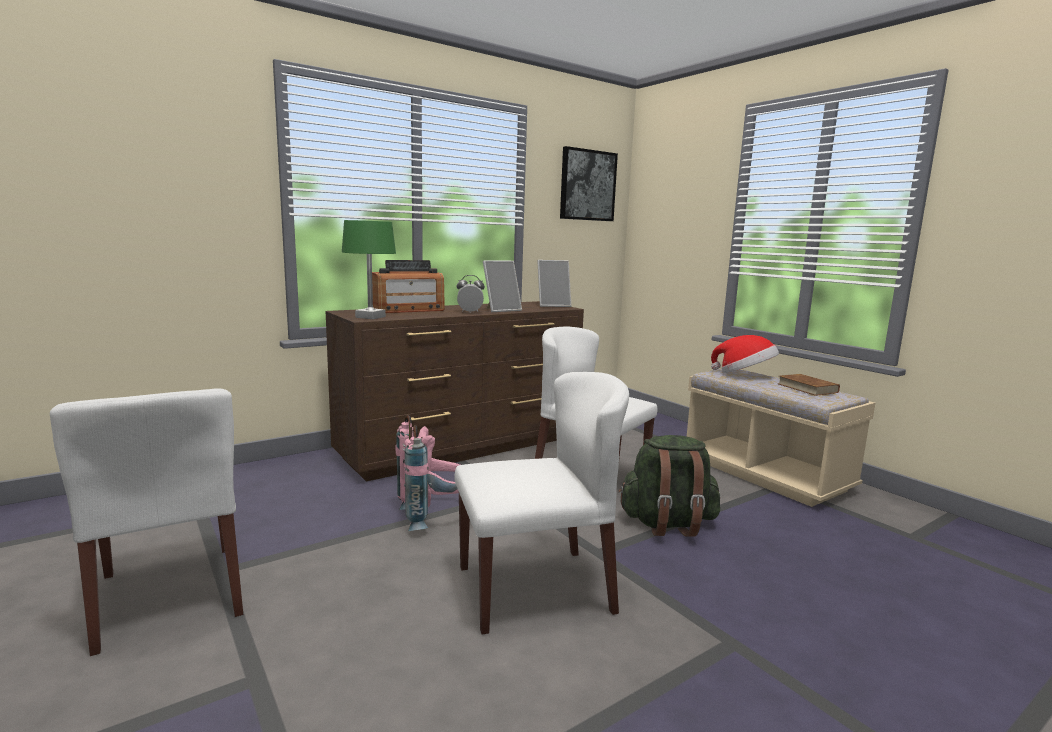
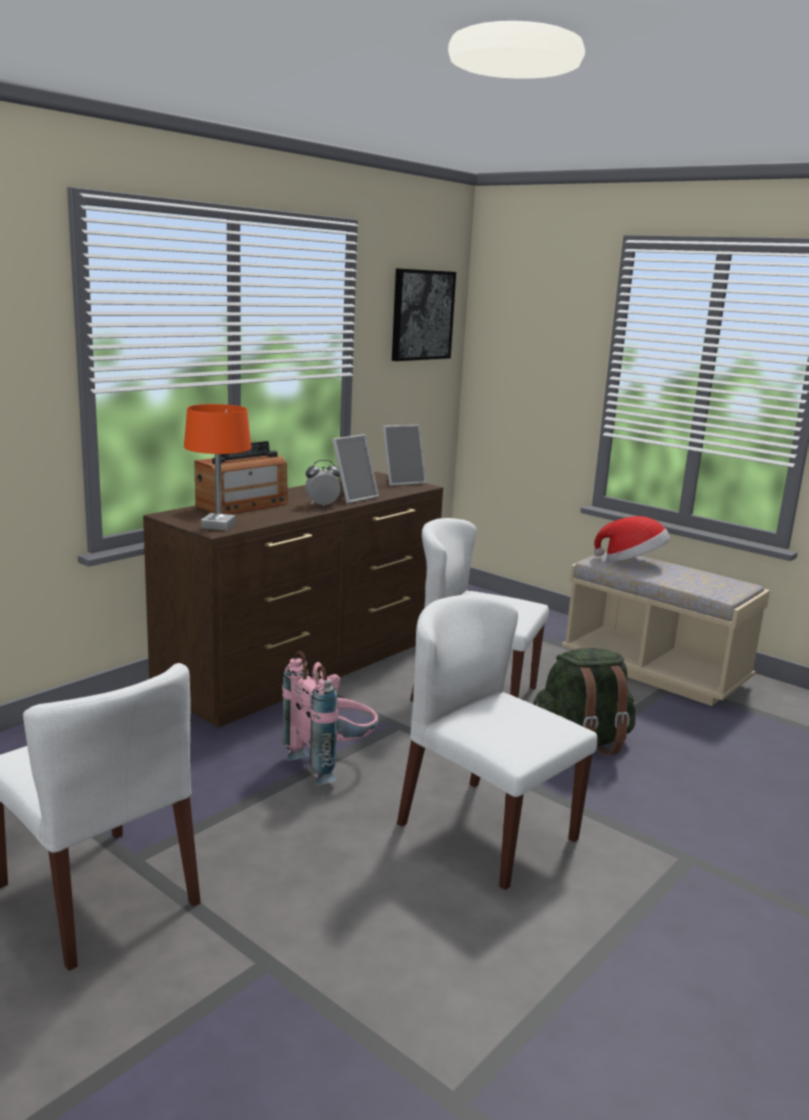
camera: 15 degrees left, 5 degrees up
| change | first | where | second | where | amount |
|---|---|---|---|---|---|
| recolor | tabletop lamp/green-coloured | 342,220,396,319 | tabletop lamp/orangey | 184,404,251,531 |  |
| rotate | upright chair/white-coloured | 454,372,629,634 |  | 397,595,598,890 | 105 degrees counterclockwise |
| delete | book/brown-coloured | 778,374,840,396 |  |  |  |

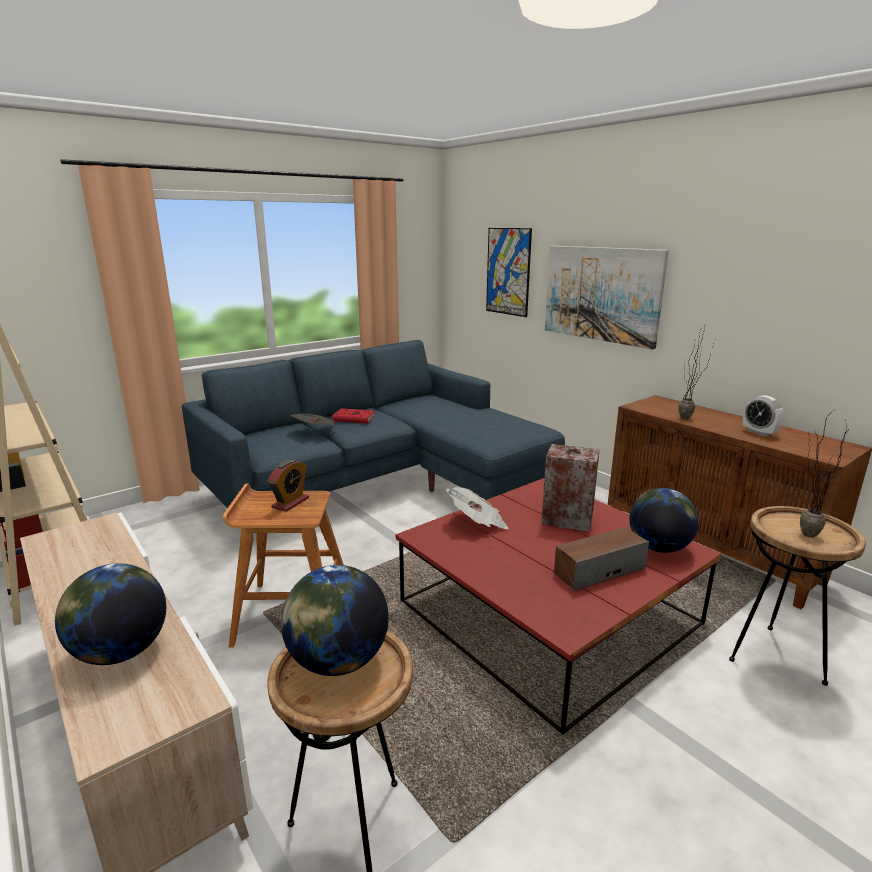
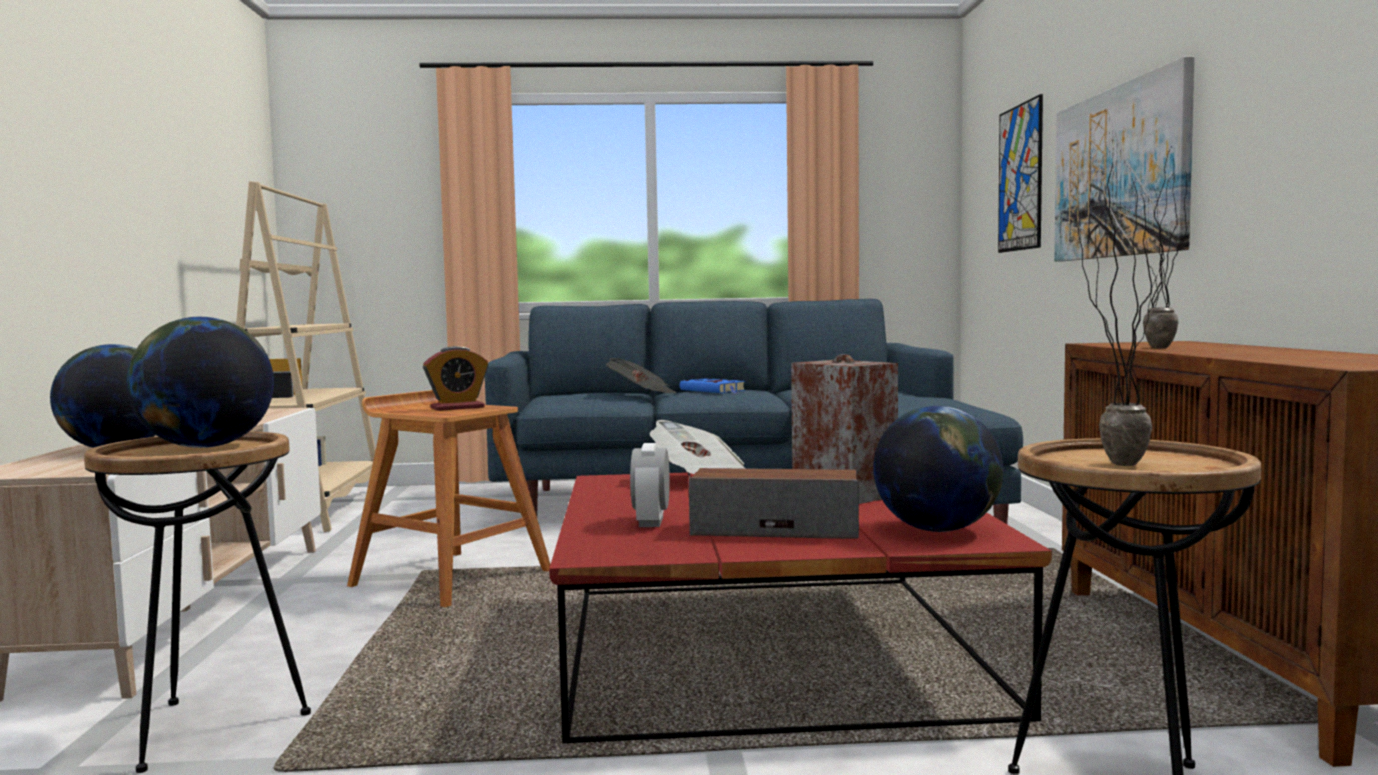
camera: 35 degrees right, 15 degrees down
| change | first | where | second | where | amount |
|---|---|---|---|---|---|
| recolor | book/red-coloured | 332,408,378,423 | book/bluish | 680,378,745,393 |  |
| move | bedside clock | 743,395,784,437 |  | 630,443,670,527 |  |

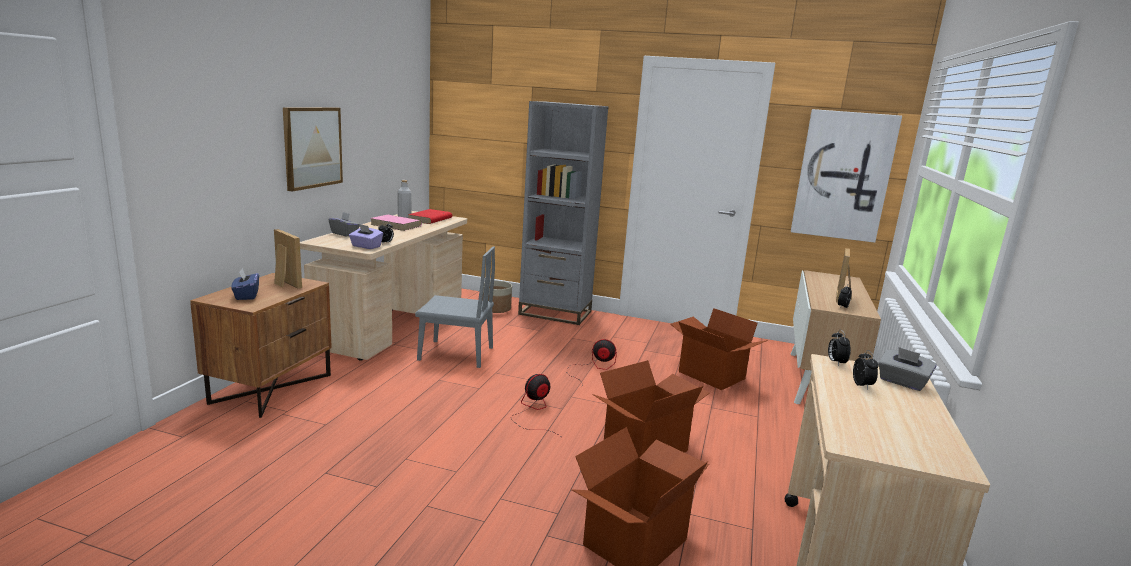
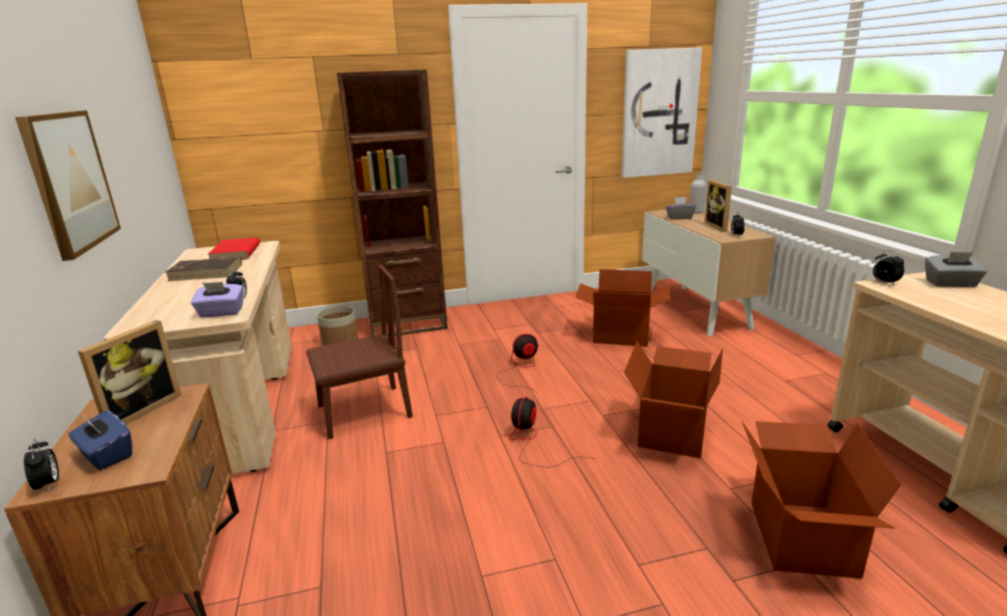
camera: 30 degrees left, 5 degrees up
| change | first | where | second | where | amount |
|---|---|---|---|---|---|
| rotate | photo frame | 274,229,302,289 |  | 78,320,181,425 | 105 degrees clockwise |
| move | box of tissues/gray | 329,212,359,237 |  | 666,197,696,220 |  |
| recolor | book/pink-coloured | 370,215,422,231 | book/brown-coloured | 166,257,242,281 |  |
| move | beverage bottle/gray | 398,180,411,218 |  | 690,172,706,214 |  |
| recolor | upright chair/gray | 415,246,495,368 | upright chair/brown-coloured | 306,265,413,439 |  |
| recolor | bookshelf/gray | 518,101,609,325 | bookshelf/brown-coloured | 337,70,448,336 |  |
| move | bedside clock | 853,350,879,390 |  | 24,439,59,491 |  |

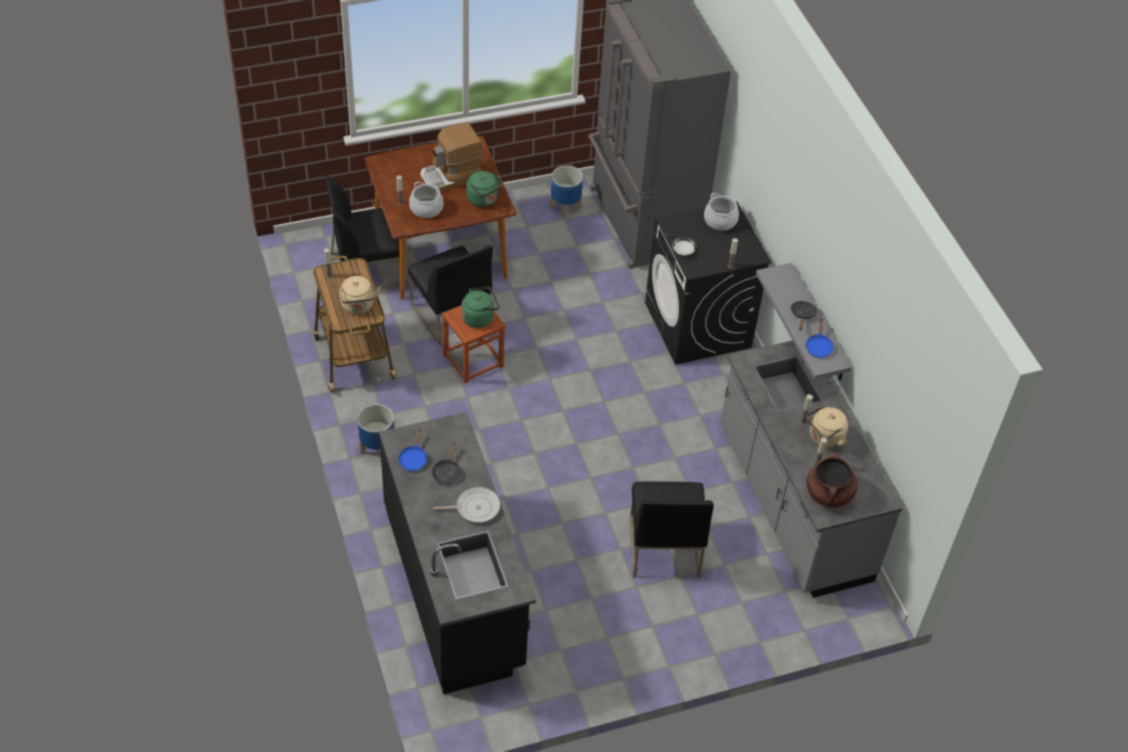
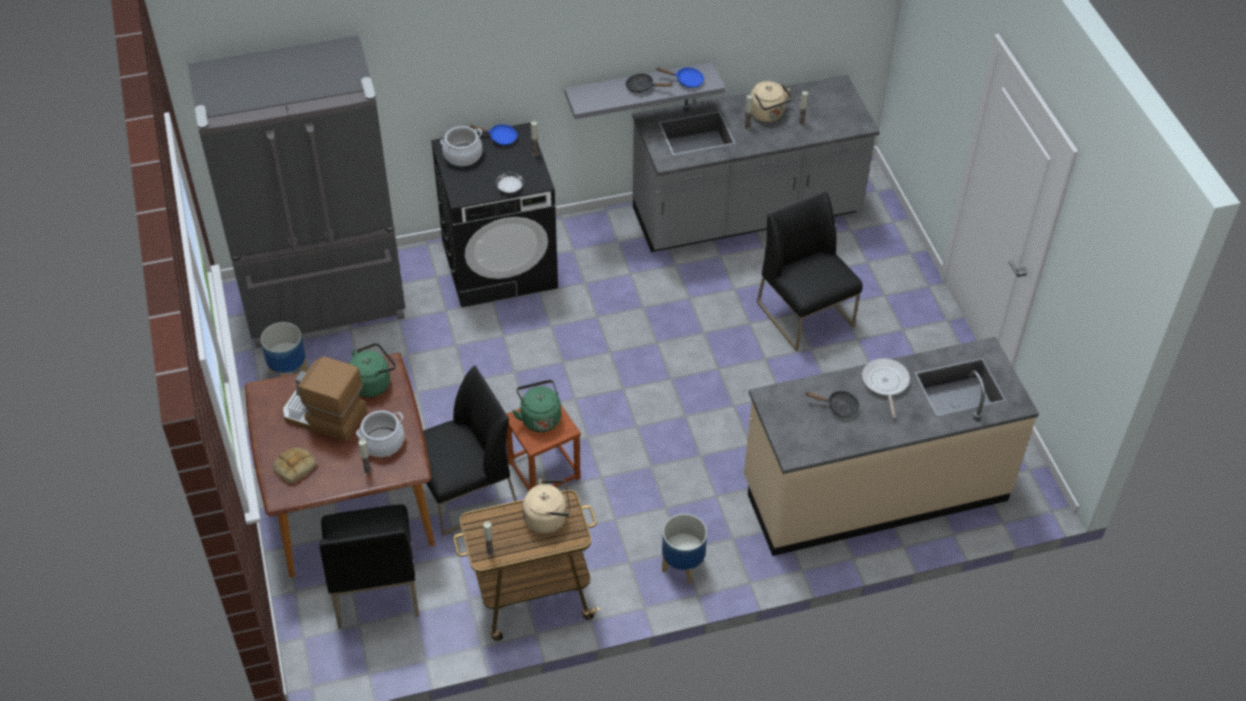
camera: 85 degrees left, 0 degrees up
| change | first | where | second | where | amount |
|---|---|---|---|---|---|
| recolor | counter/black-coloured | 379,412,536,694 | counter/sand-coloured | 744,337,1039,556 |  |
| move | pan/bluish | 398,428,427,471 |  | 470,124,518,145 |  |
| rotate | coffee maker | 420,122,483,192 |  | 283,356,367,442 | 135 degrees clockwise |
| rotate | upright chair/black-coloured | 630,482,714,578 |  | 757,192,863,351 | 120 degrees counterclockwise |
| delete | saucepot/brown-coloured | 807,453,858,508 |  |  |  |
| insert |  |  | baked bread | 273,448,317,484 |  |

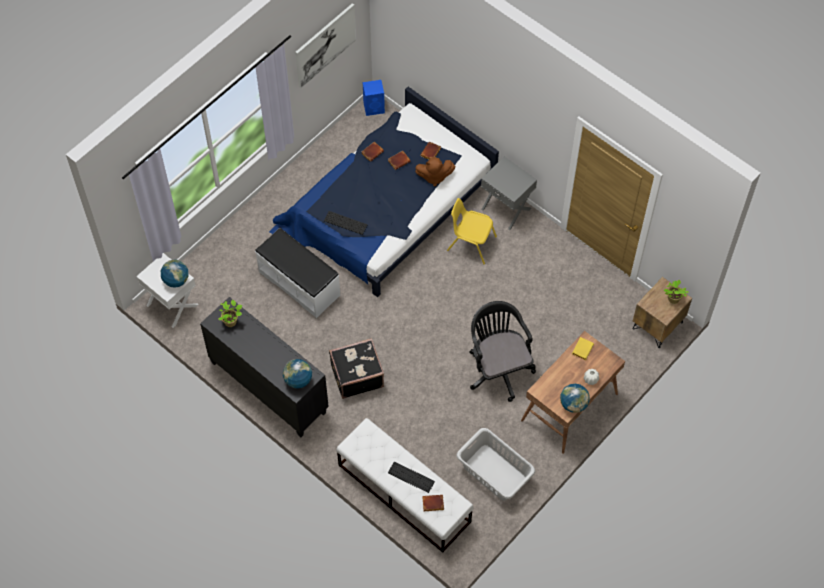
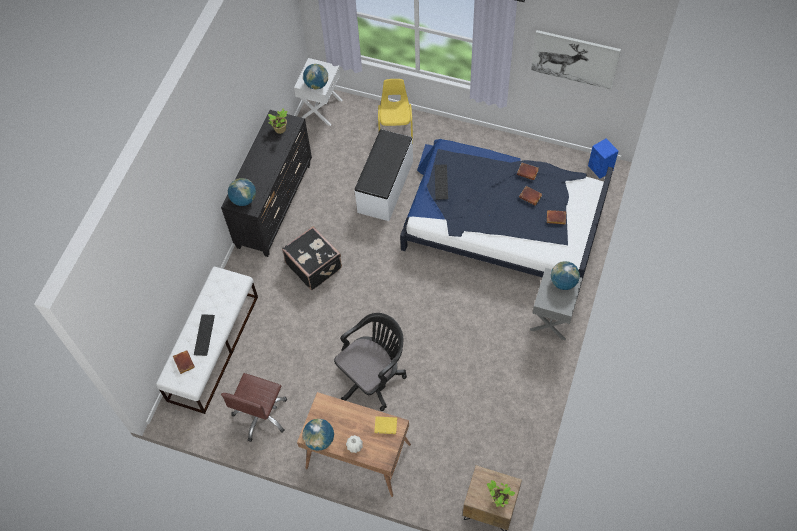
camera: 70 degrees right, 0 degrees up
| change | first | where | second | where | amount |
|---|---|---|---|---|---|
| delete | soft toy/brown-coloured | 415,157,455,186 |  |  |  |
| move | upright chair/yellowish | 447,198,497,265 |  | 378,79,413,139 |  |
| replace | laundry basket/gray | 456,428,535,501 | desk chair/brown-coloured | 221,373,287,442 |  |
| insert |  |  | desk globe | 551,261,580,290 |  |

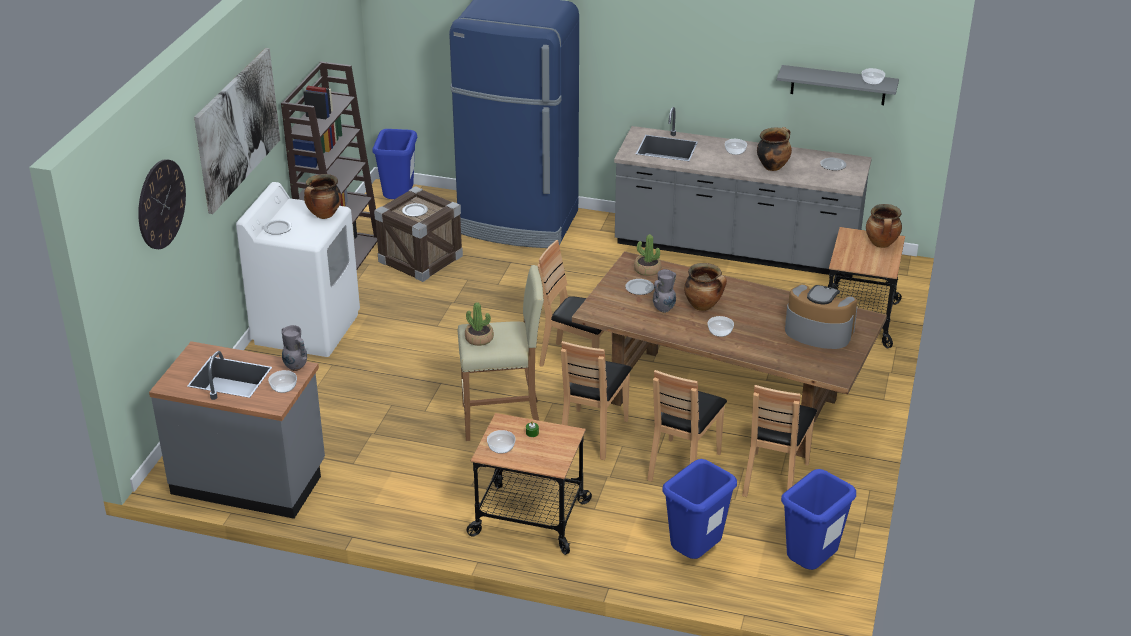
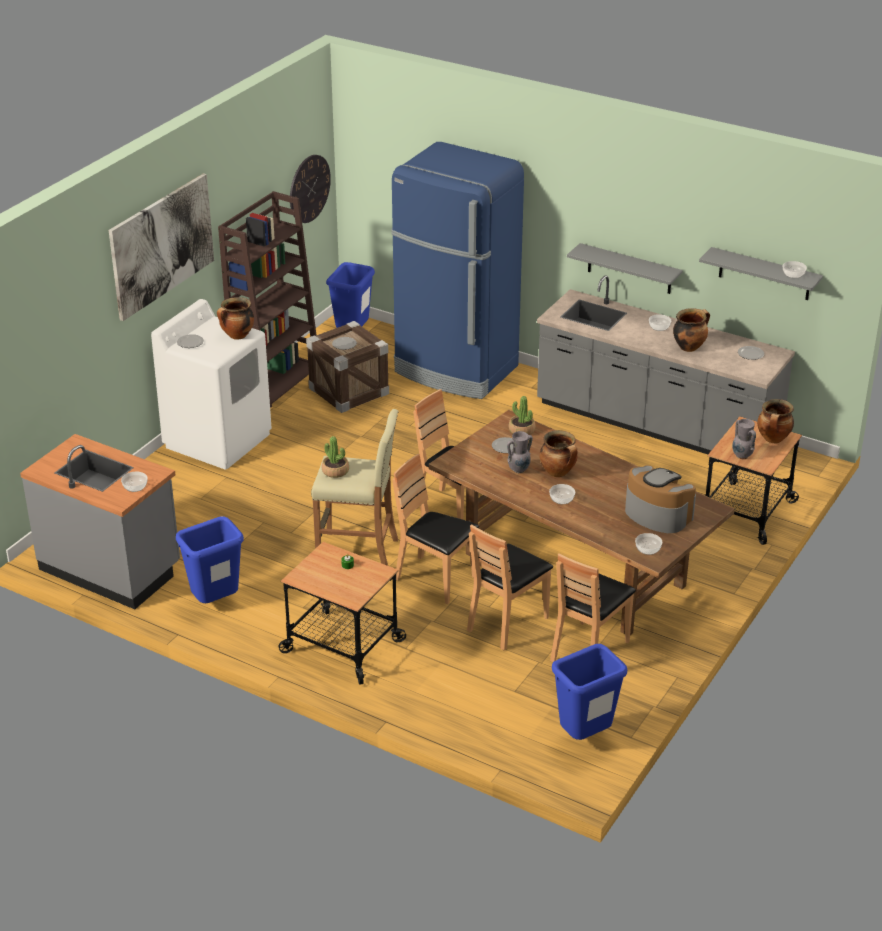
camera: 15 degrees right, 0 degrees up
| change | first | where | second | where | amount |
|---|---|---|---|---|---|
| move | hanging clock | 138,159,186,249 |  | 290,155,331,223 |  |
| move | flower vase/gray | 282,325,308,371 |  | 732,419,756,459 |  |
| move | bowl | 487,430,516,454 |  | 635,533,662,555 |  |
| rotate | upright chair/brown-coloured | 561,341,632,460 |  | 392,454,479,604 | 90 degrees clockwise |
| move | rubbish bin/bluish | 662,459,737,559 |  | 176,516,244,603 |  |
| insert |  |  | bracket shelf/gray | 567,243,683,294 |  |

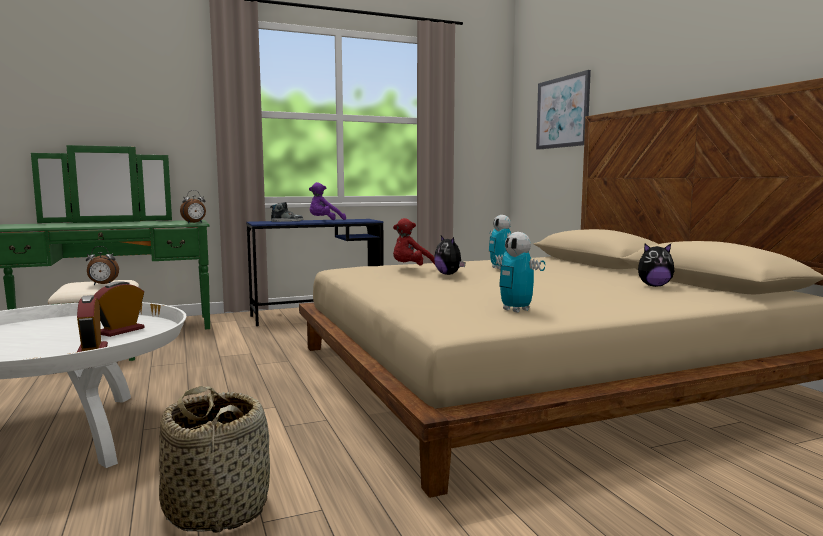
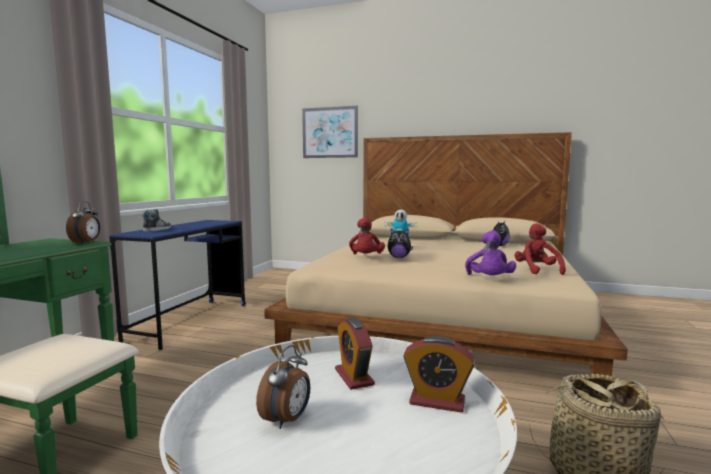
camera: 50 degrees left, 0 degrees up
| change | first | where | second | where | amount |
|---|---|---|---|---|---|
| move | bedside clock | 86,246,119,285 |  | 256,345,310,429 |  |
| move | soft toy/purple | 309,182,346,220 |  | 465,230,516,275 |  |
| replace | model robot | 492,232,545,313 | soft toy/red-coloured | 514,223,566,275 |  |

